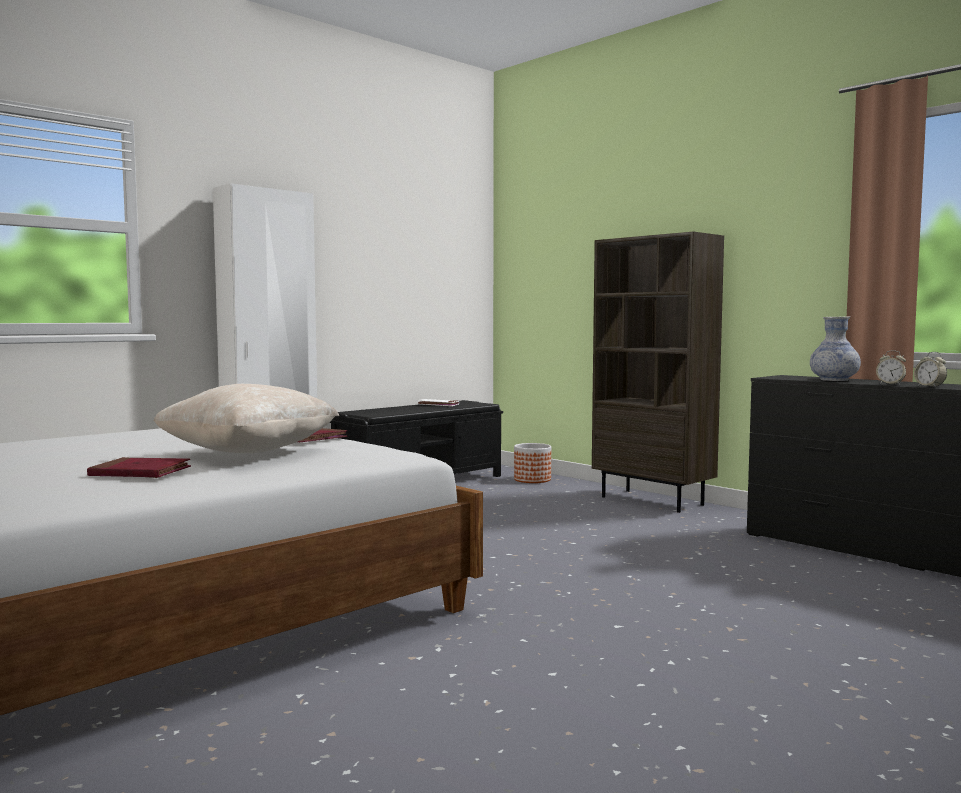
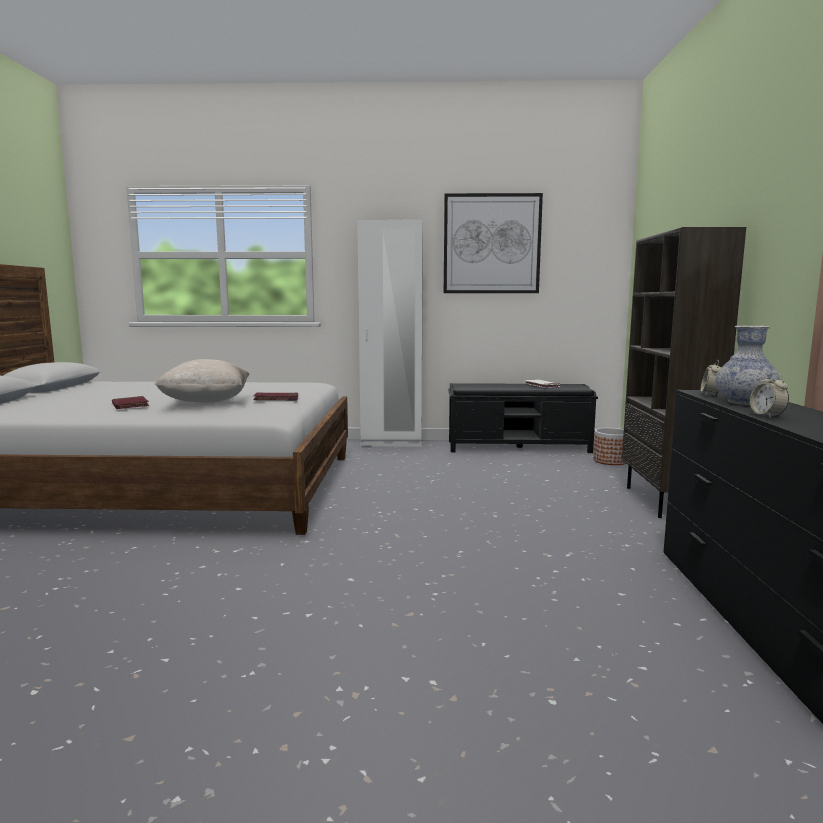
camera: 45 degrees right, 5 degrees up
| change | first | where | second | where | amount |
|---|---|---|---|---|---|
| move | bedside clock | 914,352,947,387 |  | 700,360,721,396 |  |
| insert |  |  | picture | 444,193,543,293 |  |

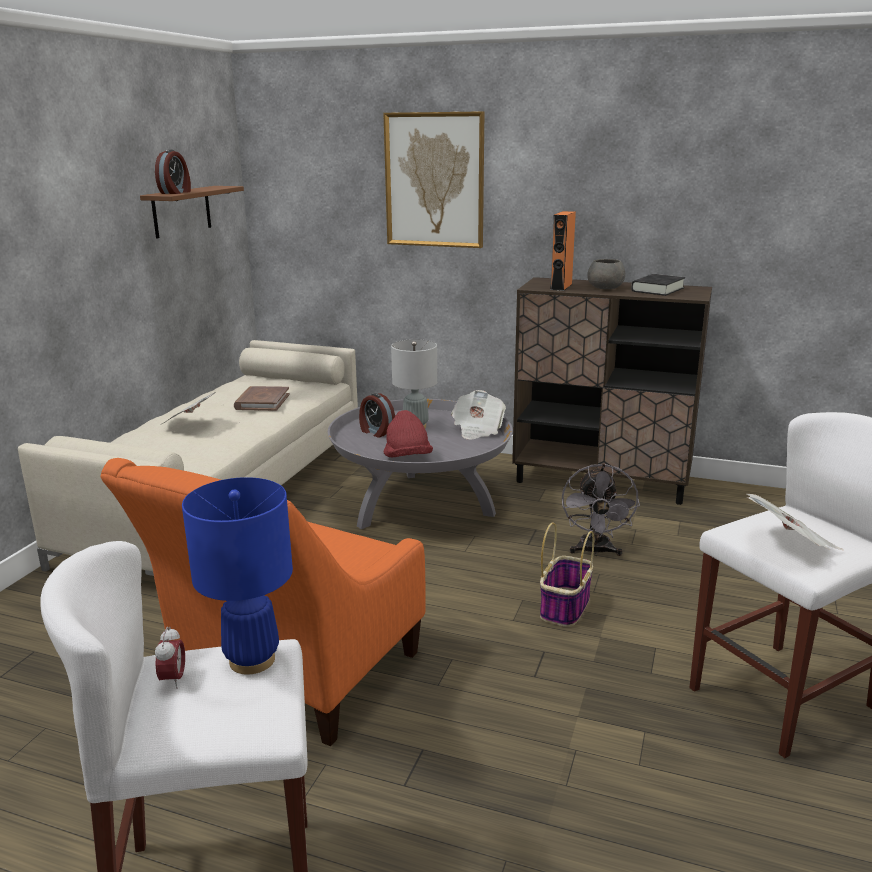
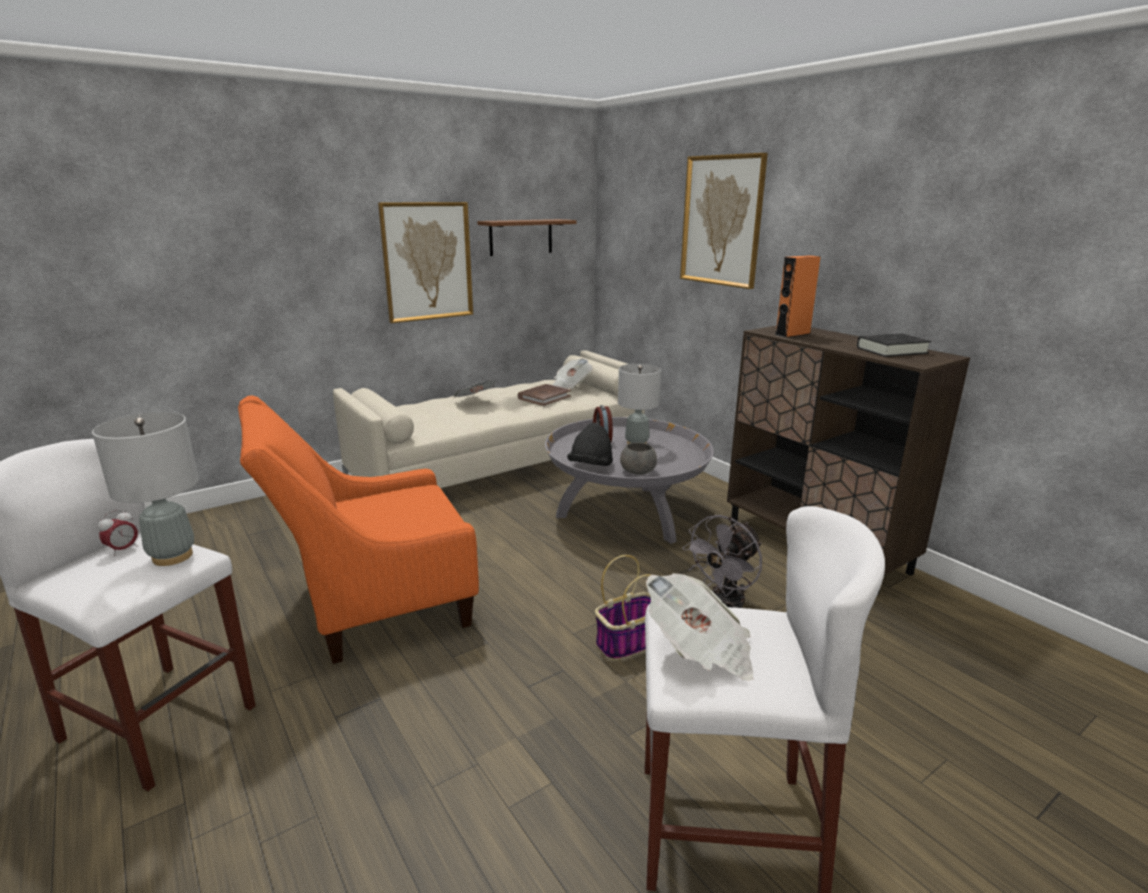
camera: 35 degrees right, 0 degrees up
| change | first | where | second | where | amount |
|---|---|---|---|---|---|
| delete | bedside clock | 155,150,191,194 |  |  |  |
| recolor | tabletop lamp/bluish | 182,477,293,674 | tabletop lamp/gray | 92,412,199,566 |  |
| recolor | wearable hat/red-coloured | 383,410,433,457 | wearable hat/black-coloured | 567,423,613,466 |  |
| move | daily paper | 451,390,506,439 |  | 552,358,593,389 |  |
| move | bowl/gray | 587,259,625,289 |  | 620,442,657,475 |  |
| insert |  |  | picture | 378,202,473,323 |  |

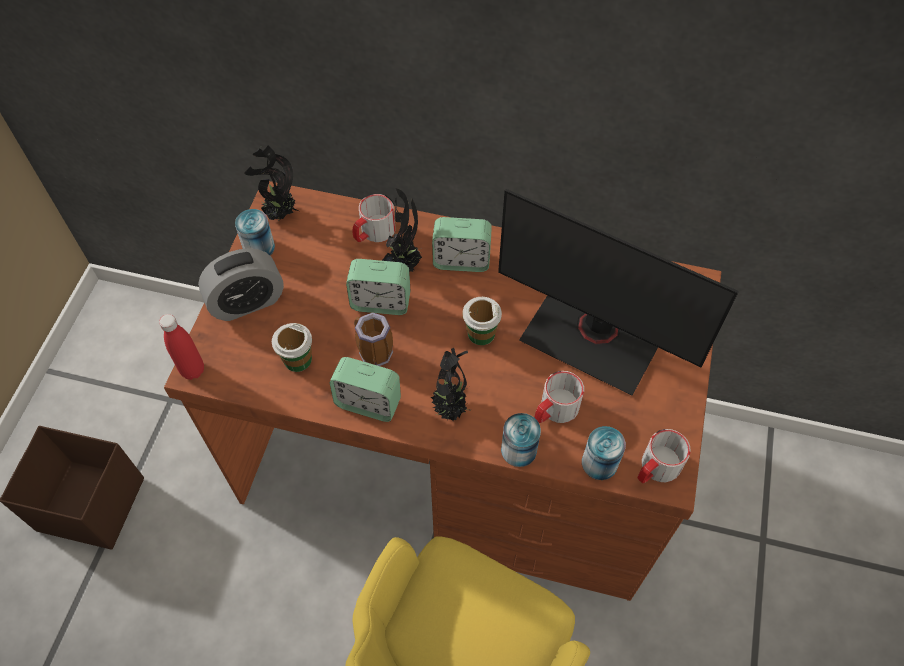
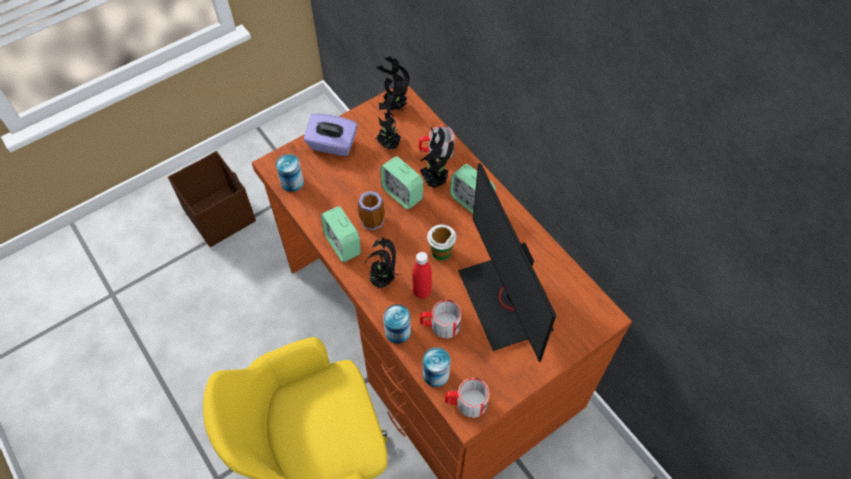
camera: 40 degrees right, 0 degrees up
| change | first | where | second | where | amount |
|---|---|---|---|---|---|
| move | beverage bottle/red-coloured | 159,314,204,380 |  | 412,252,432,299 |  |
| replace | bedside clock | 198,248,284,321 | box of tissues/purple | 304,113,358,156 |  |
| move | metal can | 235,209,275,255 |  | 276,154,304,192 |  |
| delete | cup | 272,323,312,372 |  |  |  |
| insert |  |  | plant in a pot | 376,91,404,150 |  |

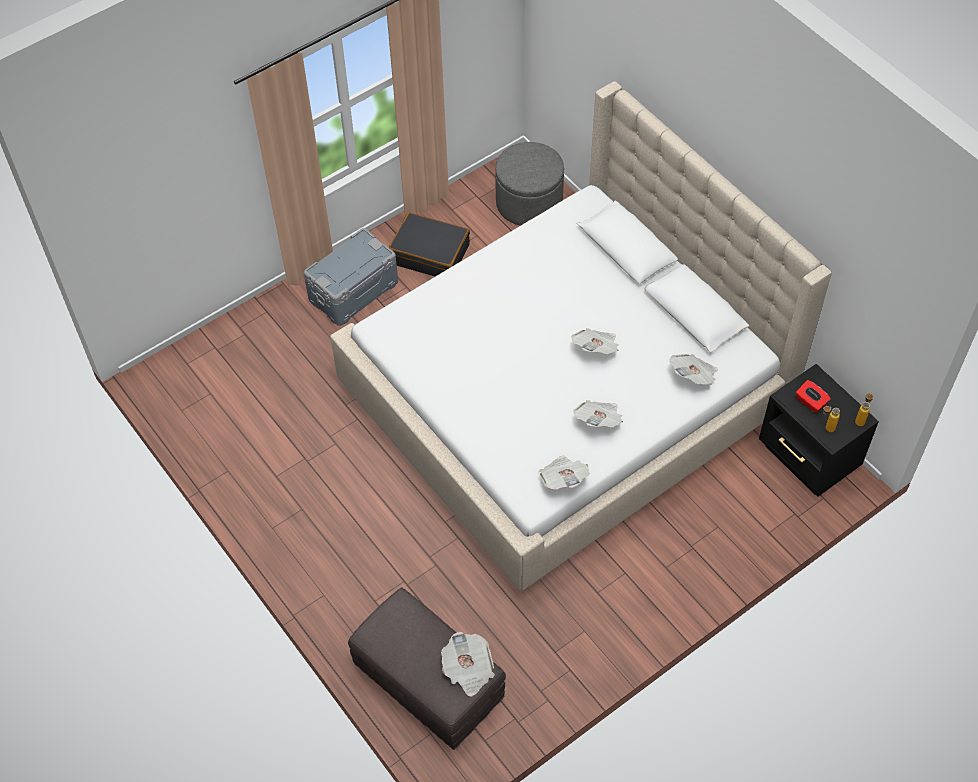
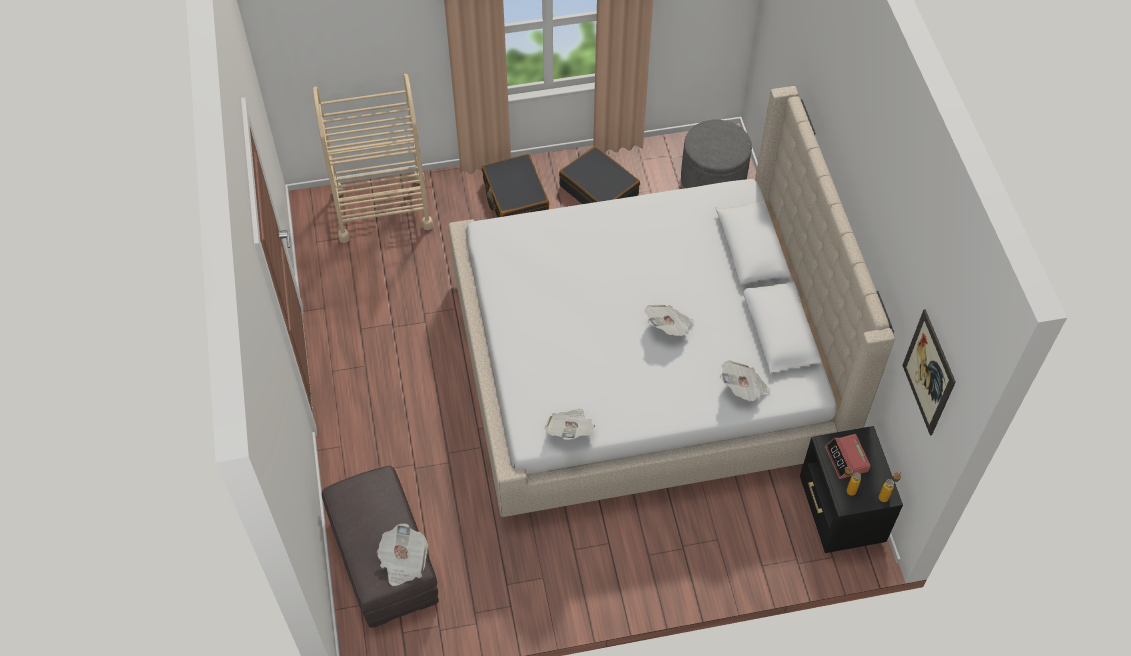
camera: 25 degrees right, 0 degrees up
| change | first | where | second | where | amount |
|---|---|---|---|---|---|
| replace | storage bin/gray | 304,228,398,326 | travel case/black-coloured | 482,154,549,217 |  |
| delete | daily paper | 573,400,623,427 |  |  |  |
| replace | box of tissues/red-coloured | 796,380,831,413 | bedside clock | 825,434,871,479 |  |
| insert |  |  | cart/sand-coloured | 313,74,433,243 |  |
| insert |  |  | picture | 902,309,956,436 |  |

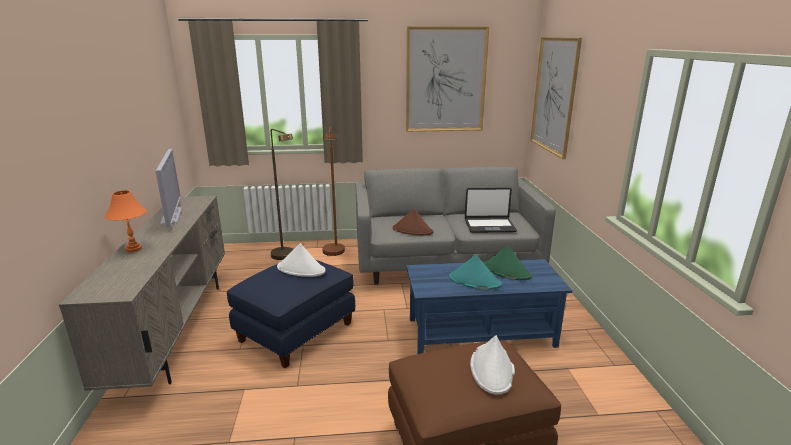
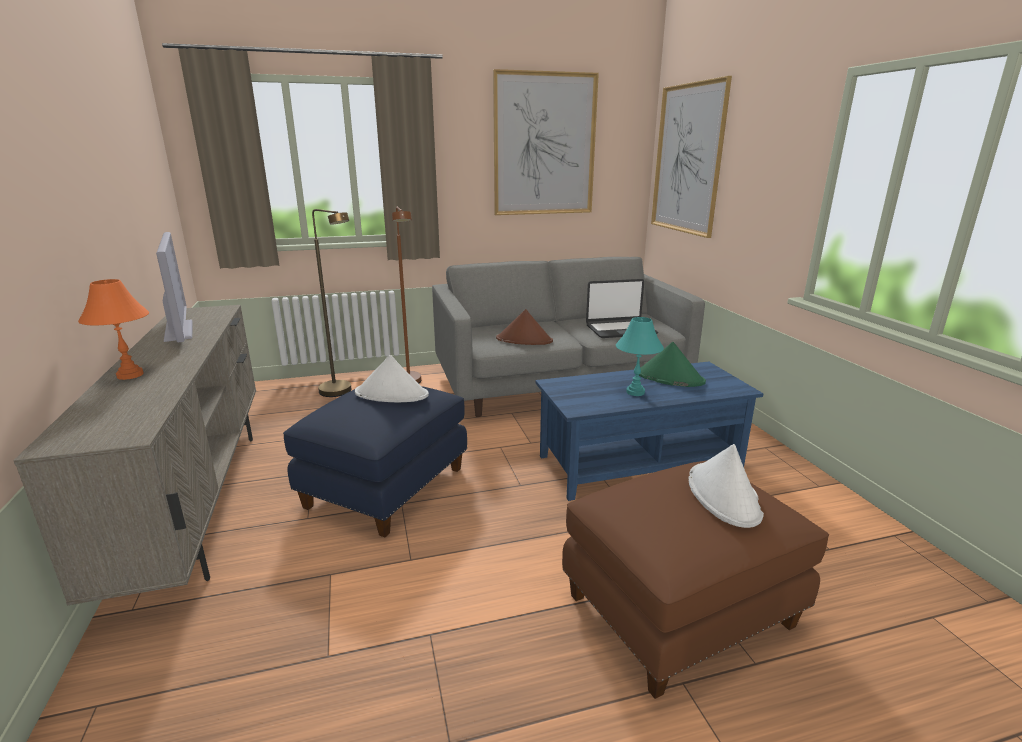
camera: 10 degrees left, 0 degrees up
| change | first | where | second | where | amount |
|---|---|---|---|---|---|
| replace | wearable hat/blue-green | 449,254,502,290 | tabletop lamp/blue-green | 616,317,664,396 |  |

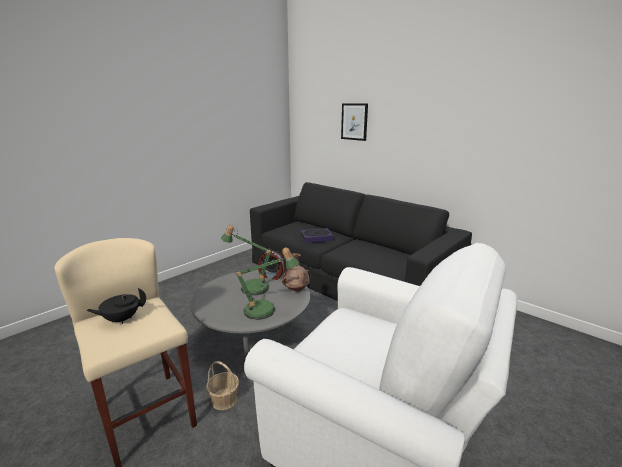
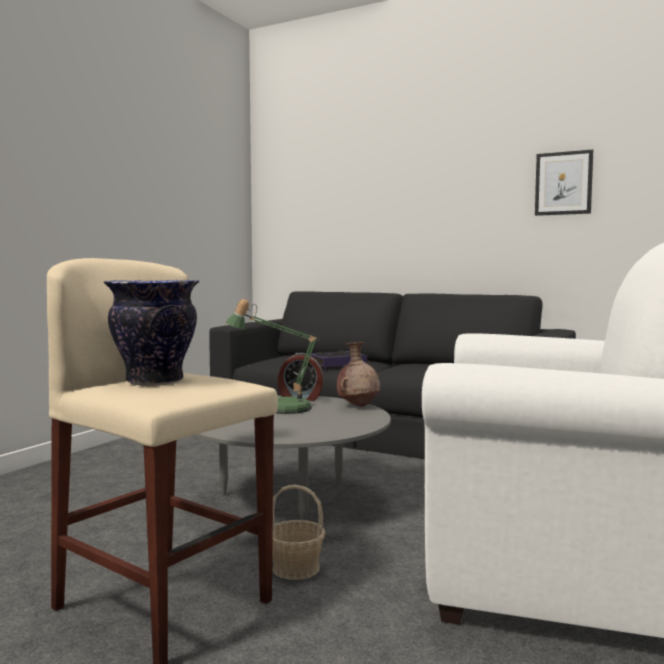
camera: 15 degrees left, 15 degrees down
| change | first | where | second | where | amount |
|---|---|---|---|---|---|
| replace | tea pot/black-coloured | 86,288,146,324 | flower vase | 103,280,199,386 |  |
| delete | tabletop lamp | 236,247,299,320 |  |  |  |
| move | picture | 341,103,368,141 |  | 535,150,593,216 |  |

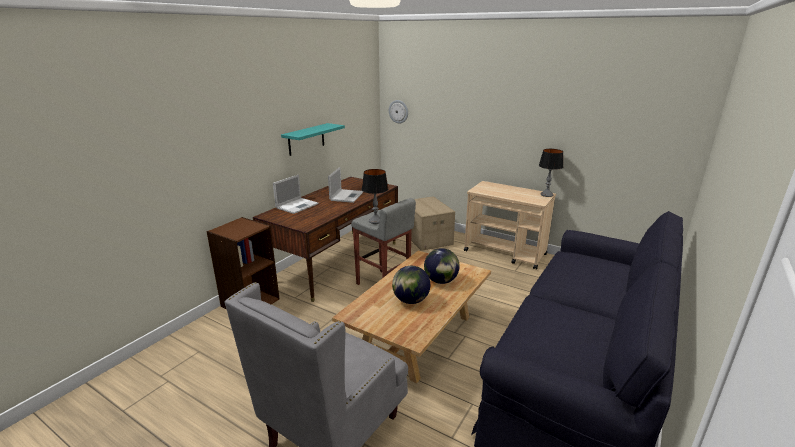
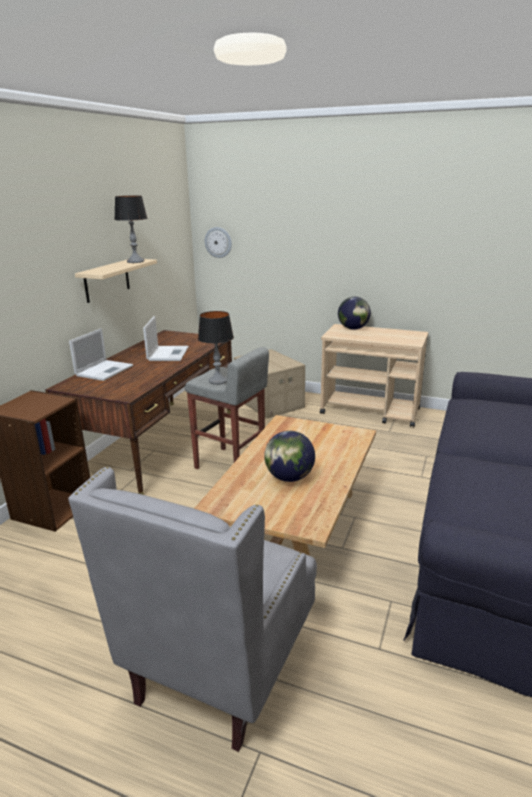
camera: 10 degrees left, 0 degrees up
| change | first | where | second | where | amount |
|---|---|---|---|---|---|
| recolor | bracket shelf/blue-green | 281,123,345,156 | bracket shelf/sand-coloured | 75,259,157,303 |  |
| move | desk globe | 424,248,460,284 |  | 338,297,371,330 |  |
| move | tabletop lamp | 539,149,563,197 |  | 114,196,147,263 |  |

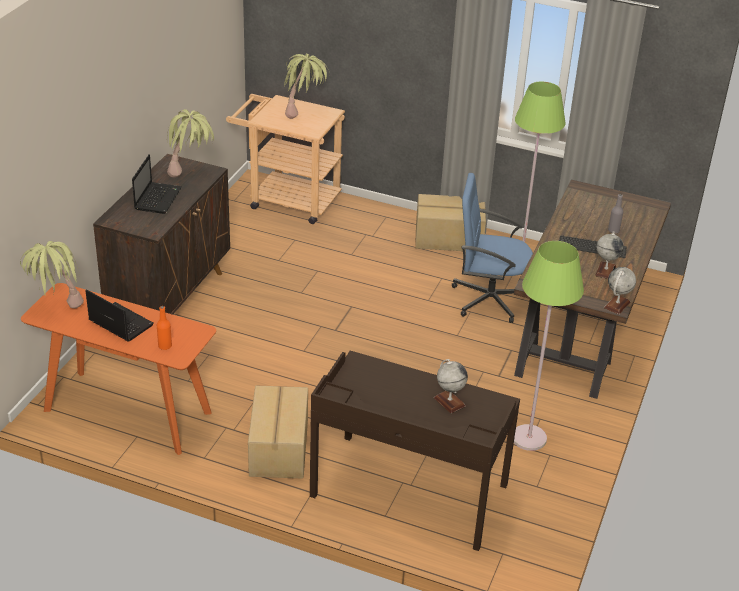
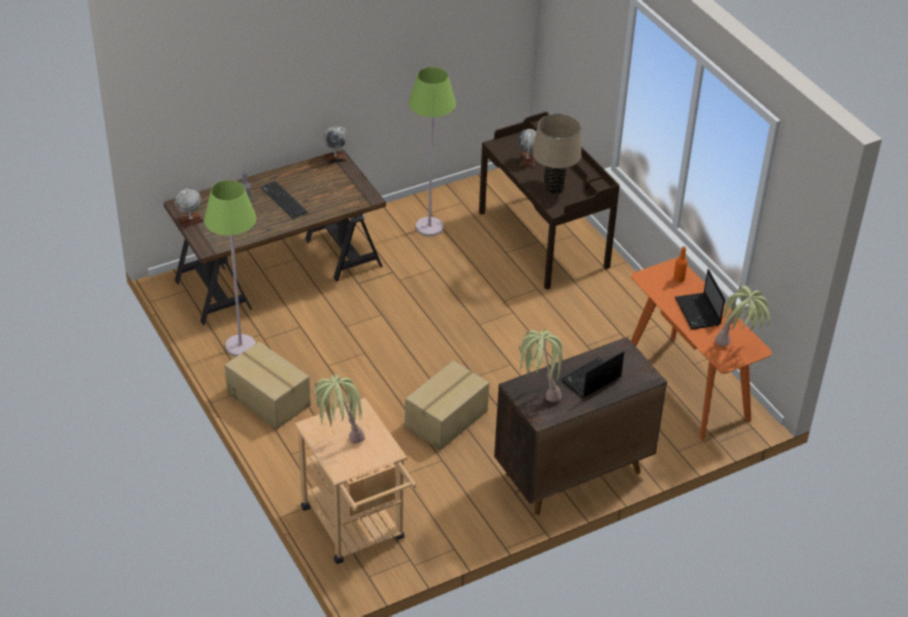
camera: 140 degrees left, 5 degrees up
| change | first | where | second | where | amount |
|---|---|---|---|---|---|
| move | cardboard box | 248,386,308,479 |  | 405,361,489,450 |  |
| delete | desk chair/bluish | 452,173,533,323 |  |  |  |
| move | desk globe | 595,232,624,279 |  | 175,188,204,228 |  |
| insert |  |  | tabletop lamp/sand-coloured | 532,114,581,194 |  |

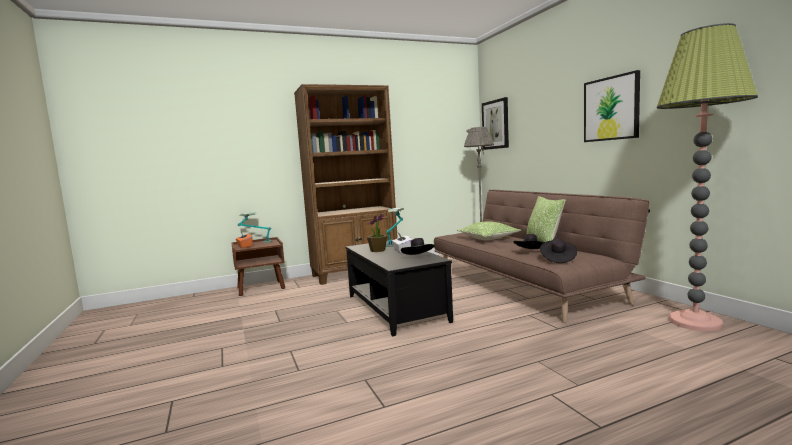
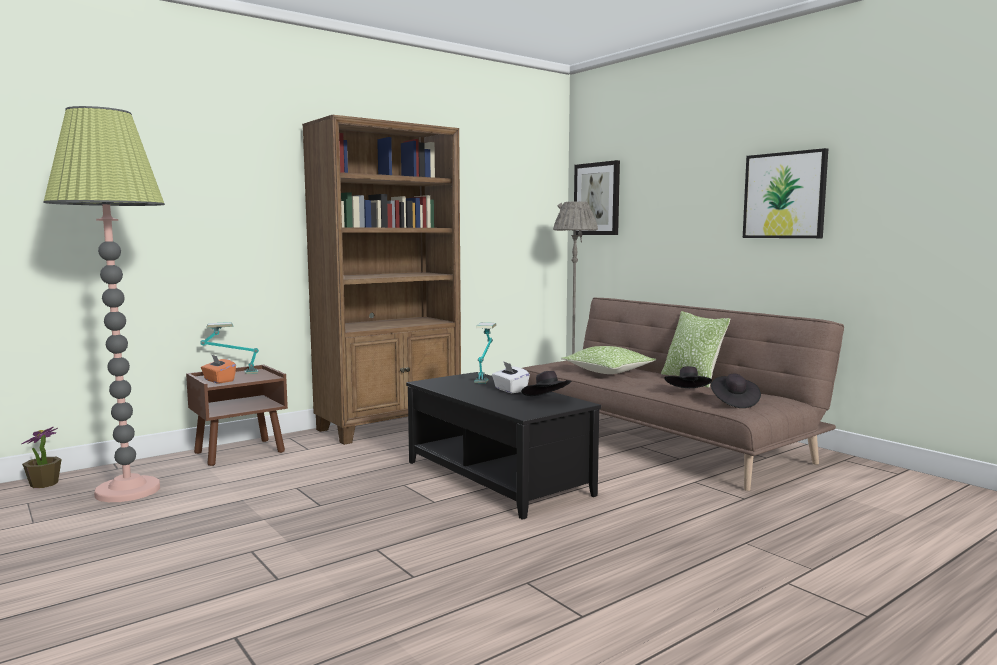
camera: 15 degrees left, 0 degrees up
| change | first | where | second | where | amount |
|---|---|---|---|---|---|
| move | plant in a pot | 367,214,387,252 |  | 22,427,62,488 |  |
| move | standing lamp | 657,23,758,331 |  | 43,106,165,502 |  |

